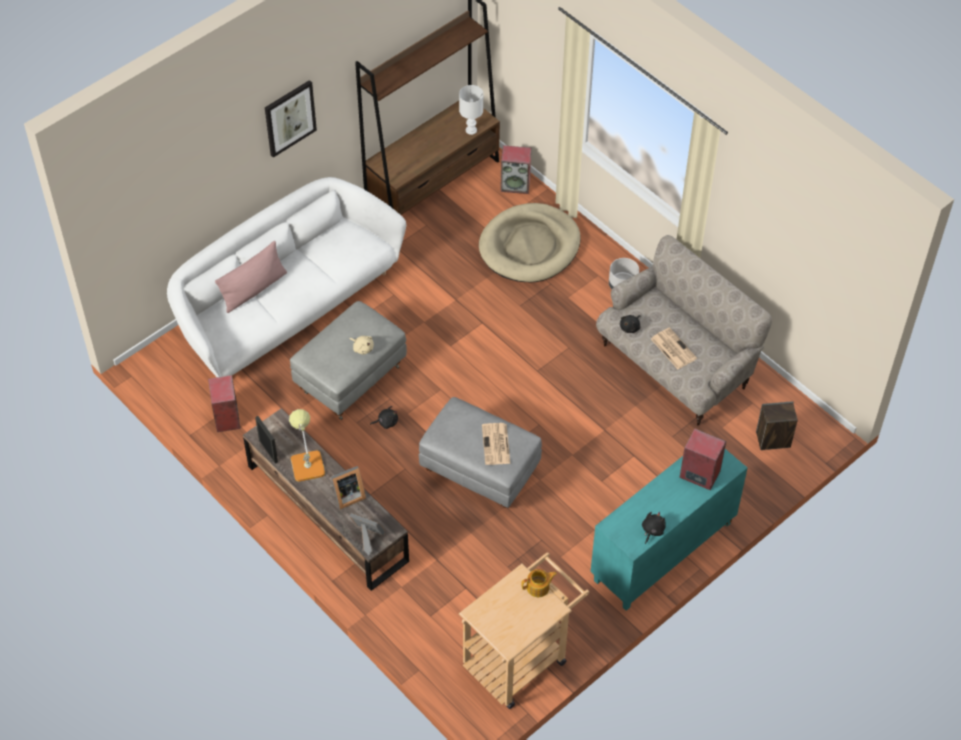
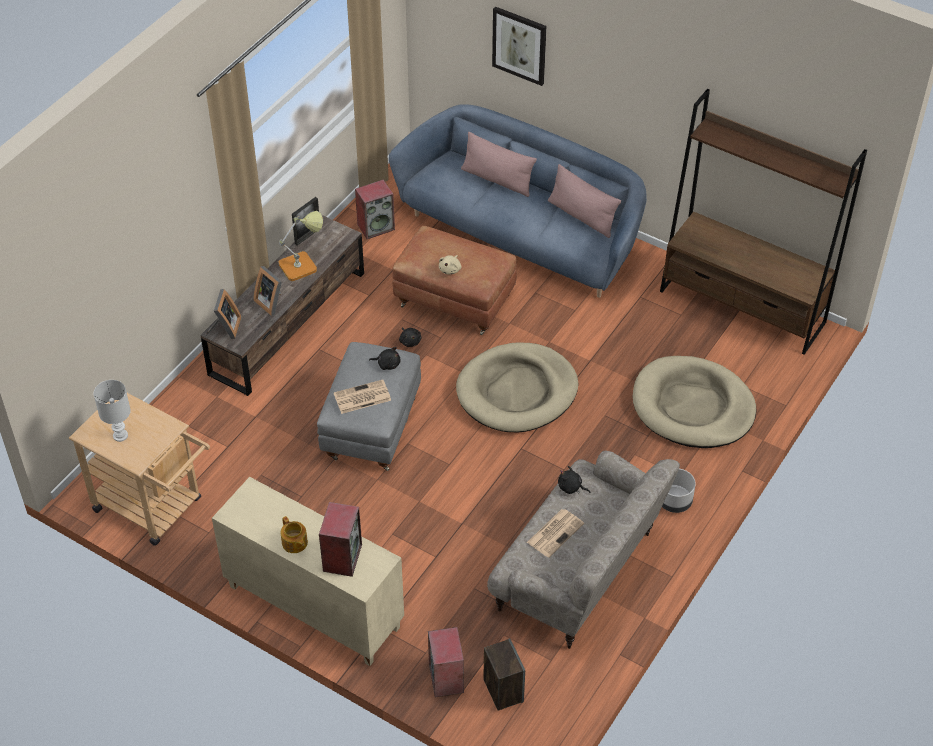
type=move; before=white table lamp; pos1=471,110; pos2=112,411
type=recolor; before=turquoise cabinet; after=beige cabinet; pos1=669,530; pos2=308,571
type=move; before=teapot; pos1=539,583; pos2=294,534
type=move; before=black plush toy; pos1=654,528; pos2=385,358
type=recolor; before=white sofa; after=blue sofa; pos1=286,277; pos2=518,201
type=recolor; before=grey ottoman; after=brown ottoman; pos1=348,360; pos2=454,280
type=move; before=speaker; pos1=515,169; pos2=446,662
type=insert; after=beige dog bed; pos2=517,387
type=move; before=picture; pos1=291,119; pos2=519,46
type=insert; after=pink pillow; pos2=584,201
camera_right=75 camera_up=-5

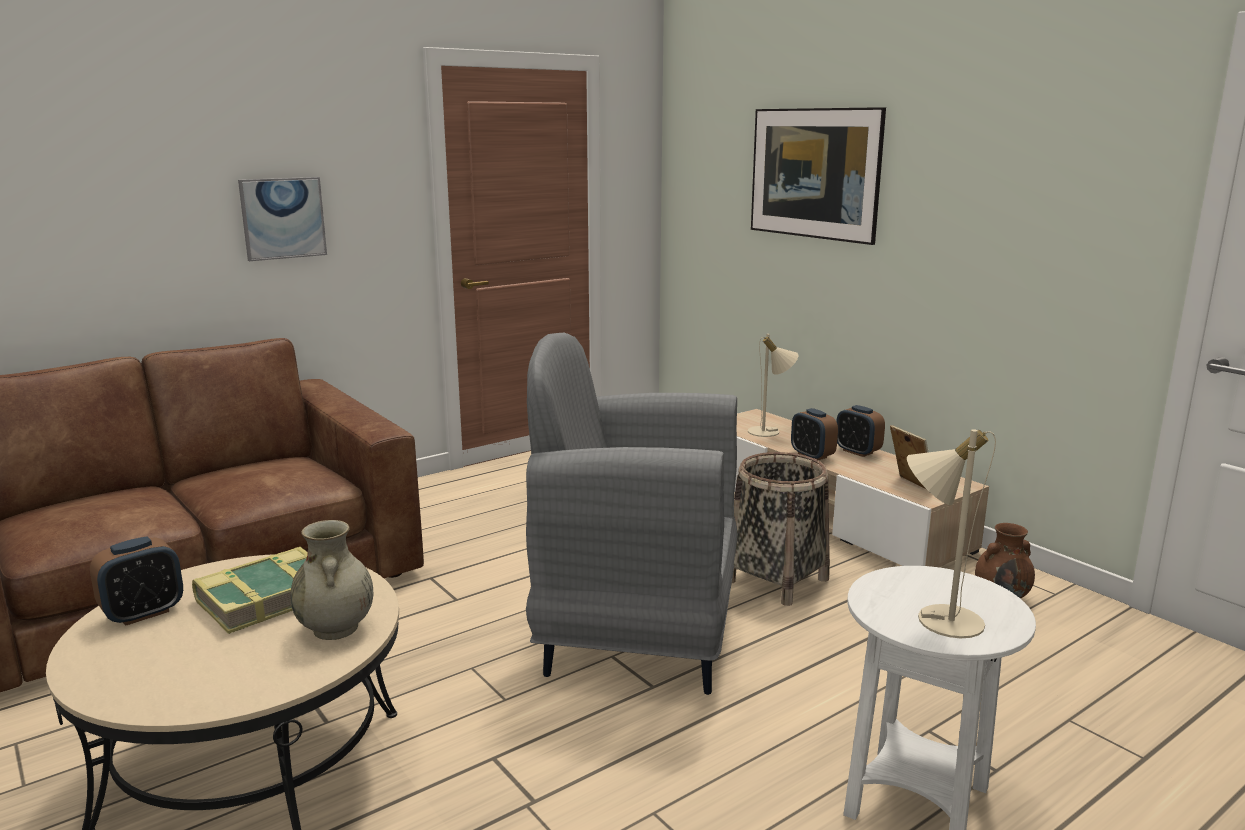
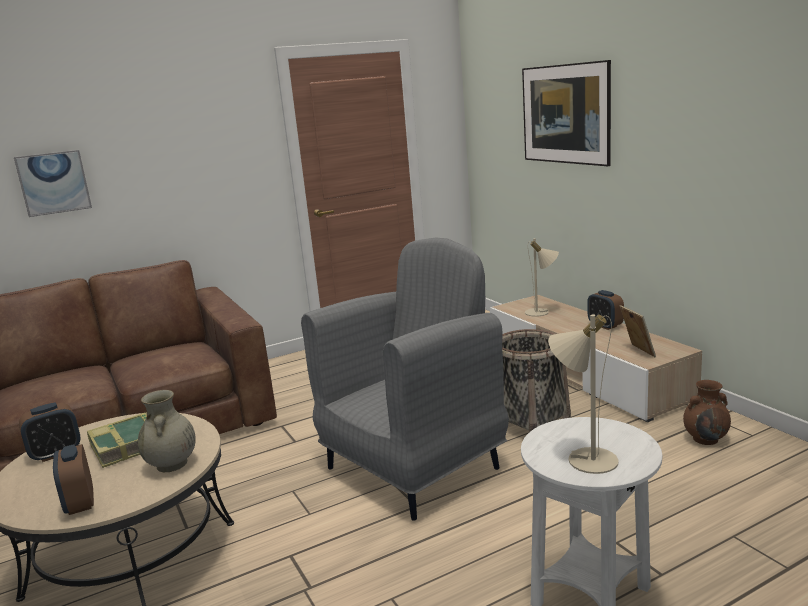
type=move; before=picture; pos1=282,219; pos2=53,183
type=move; before=alarm clock; pos1=814,434; pos2=73,479
type=rotate; before=grey armchair; pos1=632,513; pos2=405,379; turn=120
camera_right=10 camera_up=0

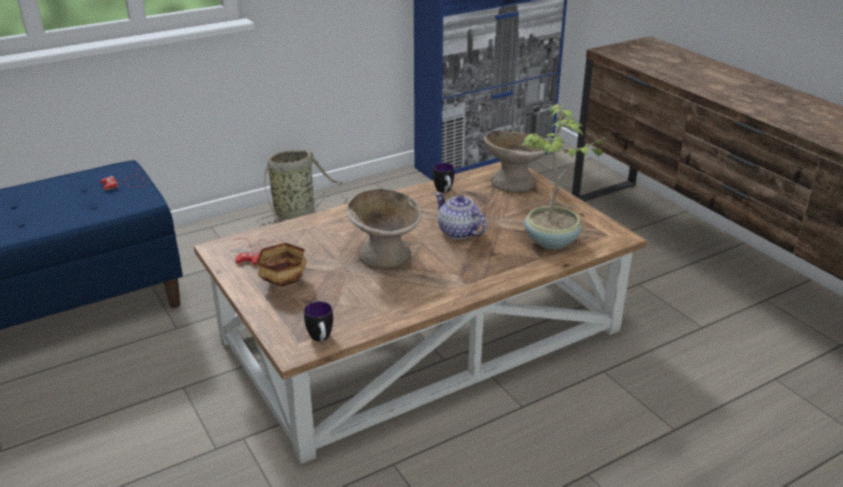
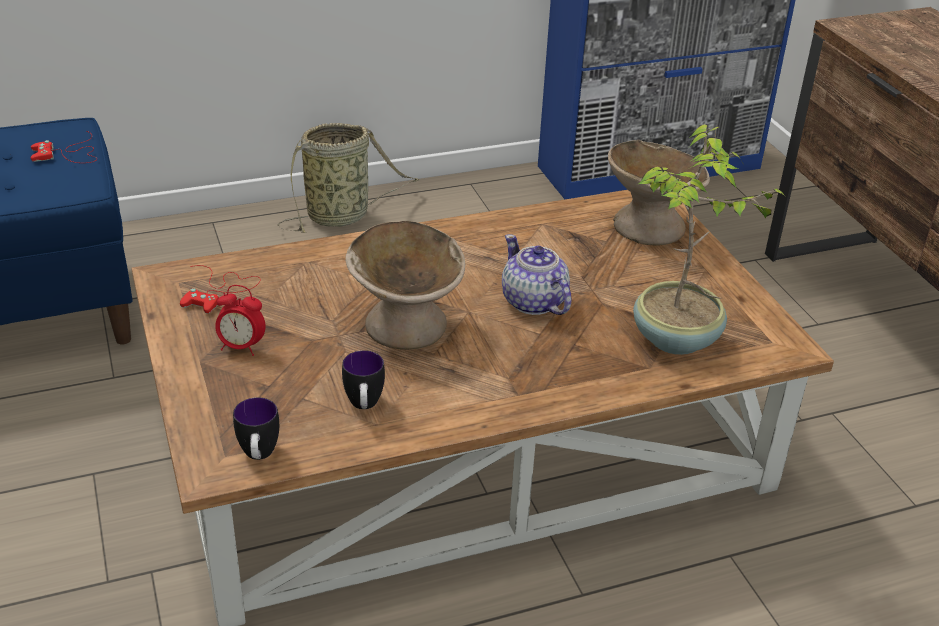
type=replace; before=bowl; after=alarm clock; pos1=281,265; pos2=240,320
type=move; before=mug; pos1=443,178; pos2=363,379
camera_right=10 camera_up=5

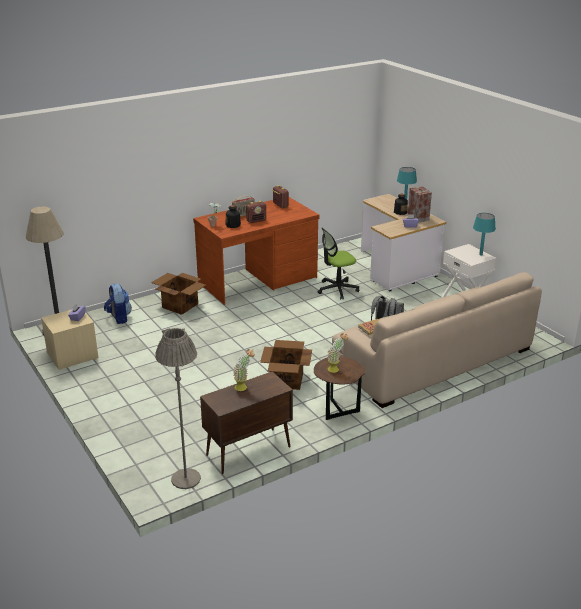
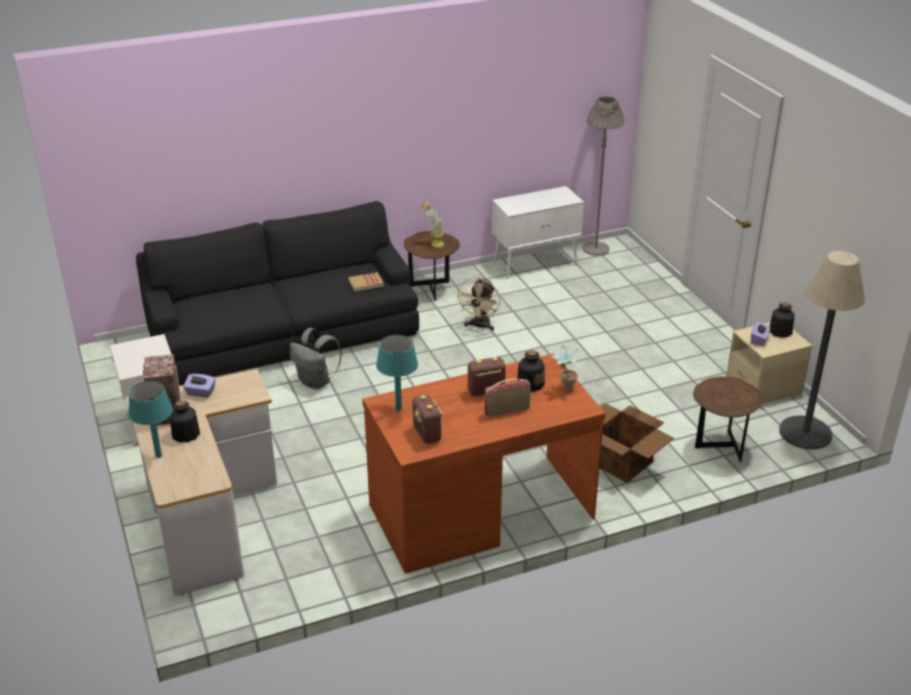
type=recolor; before=beige sofa; after=black sofa; pos1=437,340; pos2=277,293
type=move; before=turquoise table lamp; pos1=484,234; pos2=397,373
type=replace; before=cardboard box; after=beige fan; pos1=286,365; pos2=478,304
type=recolor; before=brown cabinet; after=white cabinet; pos1=246,422; pos2=538,232
type=replace; before=backpack; after=brown side table; pos1=118,303; pos2=728,419
type=insert; after=bottle; pos2=782,319
type=delete; before=potted plant; pos1=244,370
type=delete; before=office chair; pos1=338,263
camera_right=-170 camera_up=5

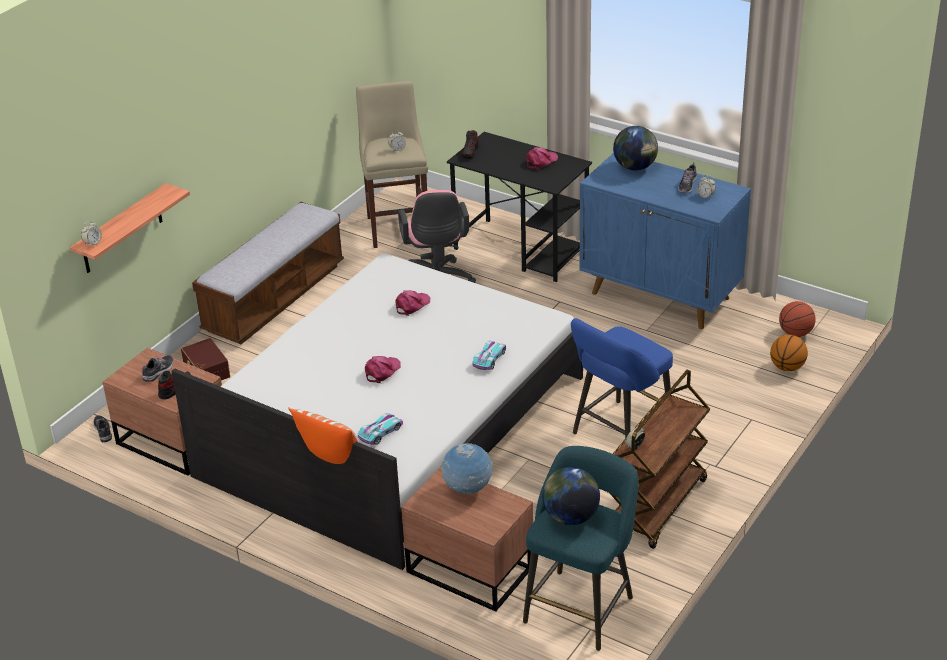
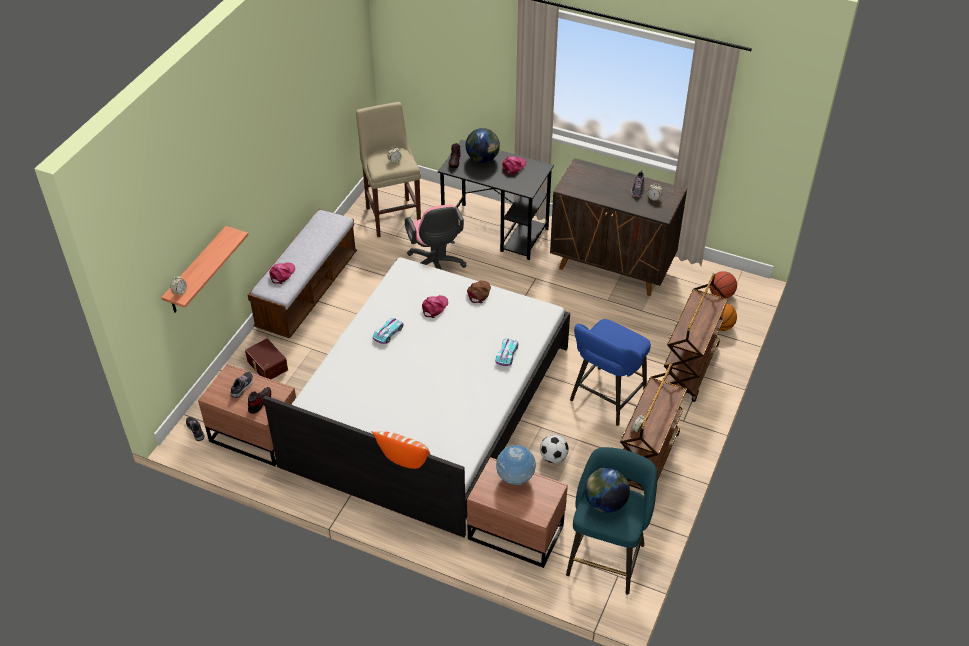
type=move; before=pink cap; pos1=383,369; pos2=282,273
type=move; before=toy car; pos1=380,429; pos2=388,331
type=move; before=globe; pos1=635,148; pos2=483,145
type=insert; after=brown cap; pos2=479,292
type=insert; after=football; pos2=554,449
type=recolor; before=blue cabinet; after=brown cabinet; pos1=665,241; pos2=618,227
type=insert; after=brown cart; pos2=696,338
camera_right=-10 camera_up=10

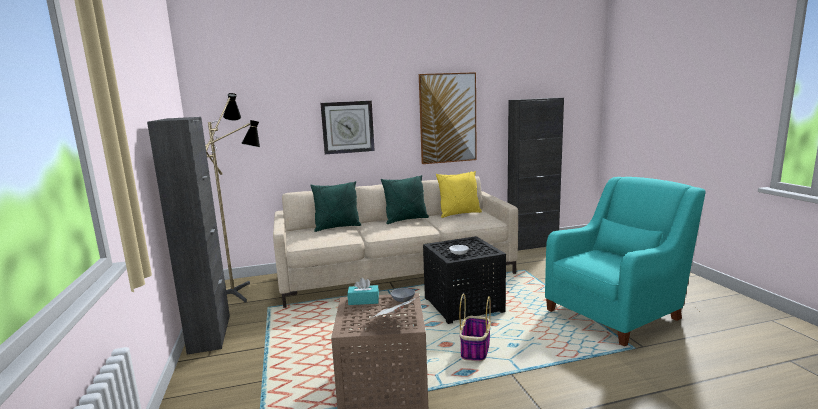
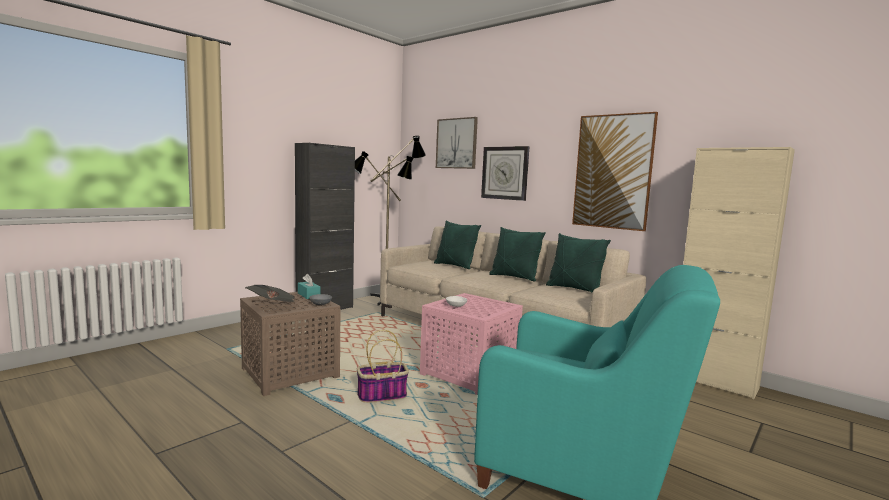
type=recolor; before=black side table; after=pink side table; pos1=464,280; pos2=471,344
type=insert; after=picture; pos2=457,143
type=recolor; before=yellow pillow; after=green pillow; pos1=459,194; pos2=578,263
type=recolor; before=black cabinet; after=beige cabinet; pos1=535,174; pos2=739,273
camera_right=55 camera_up=-5

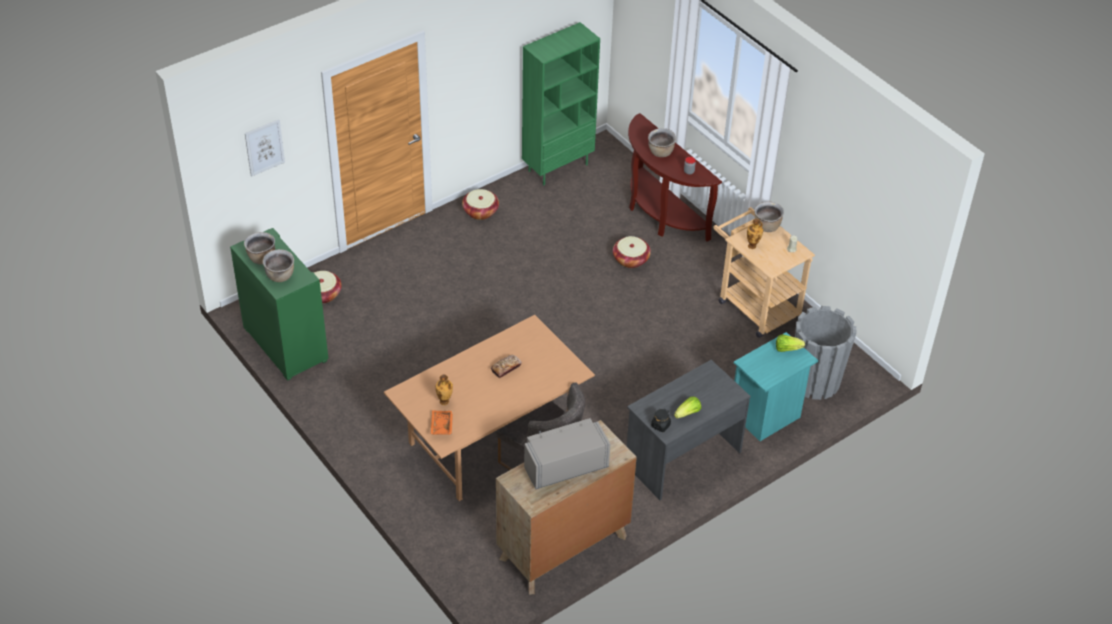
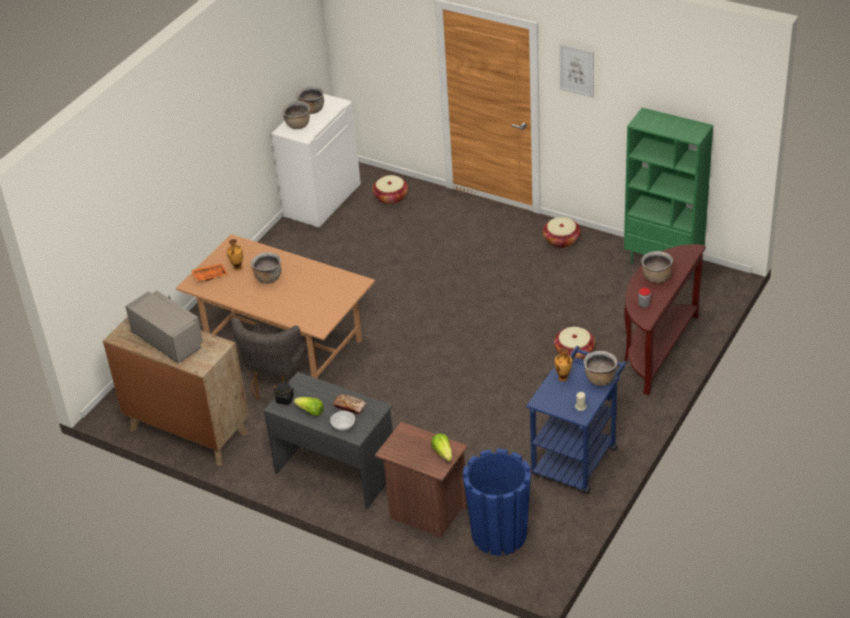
type=insert; after=brown cooking pot; pos2=266,268
type=recolor; before=green cabinet; after=white cabinet; pos1=279,304; pos2=316,161
type=insert; after=bowl; pos2=342,421
type=move; before=bread; pos1=506,366; pos2=349,404
type=recolor; before=turquoise nightstand; after=brown nightstand; pos1=776,386; pos2=421,480
type=recolor; before=grey planter; after=blue planter; pos1=826,353; pos2=497,502
type=recolor; before=beige cart; after=blue cart; pos1=764,272; pos2=576,420
type=move; before=picture; pos1=265,148; pos2=576,70
camera_right=70 camera_up=-5

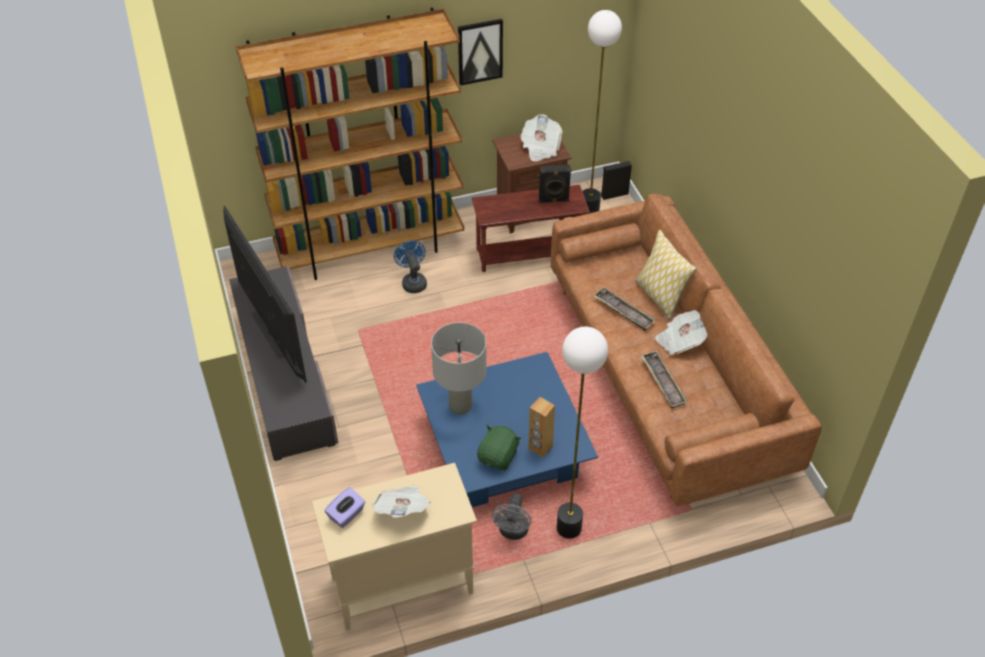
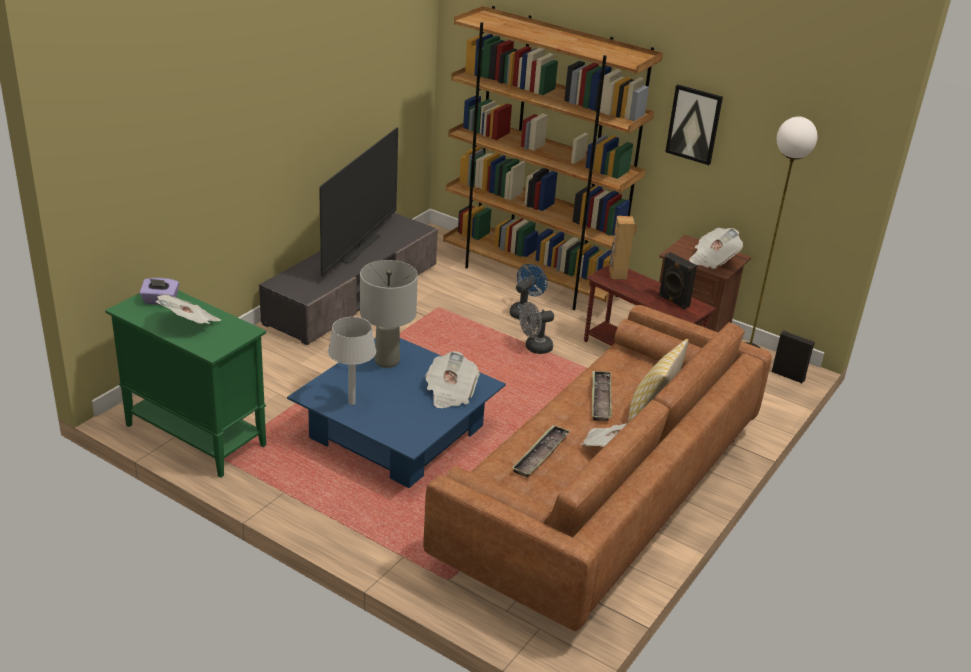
type=recolor; before=beige cabinet; after=green cabinet; pos1=394,547; pos2=185,384
type=replace; before=green plush toy; after=grey table lamp; pos1=499,447; pos2=352,361
type=insert; after=newspaper; pos2=452,379
type=move; before=grey fan; pos1=511,516; pos2=536,328
type=move; before=brown speaker; pos1=541,427; pos2=622,248
type=delete; before=floor lamp; pos1=582,433
camera_right=50 camera_up=-15

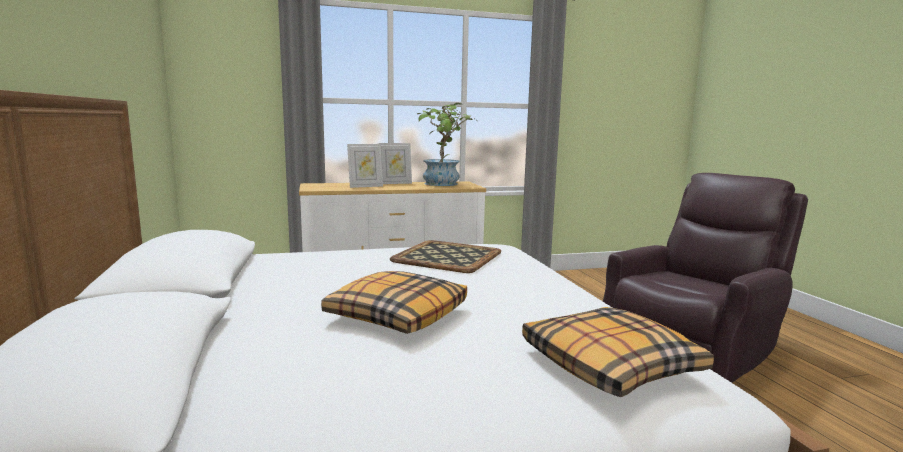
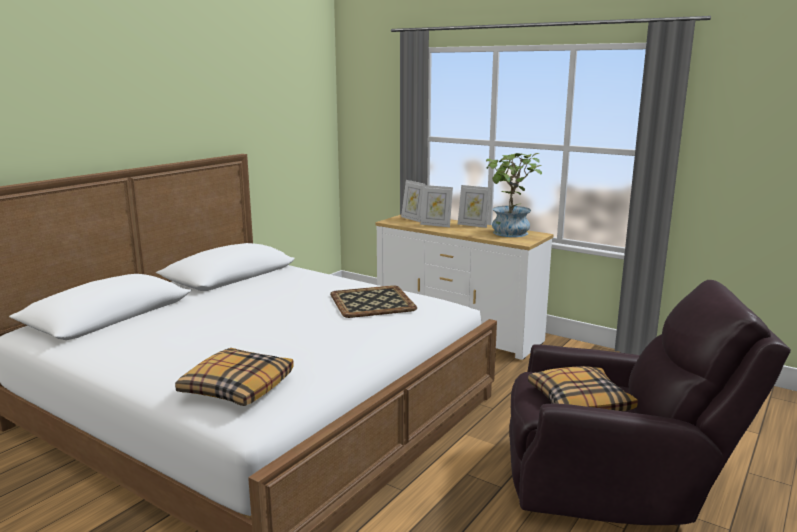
type=insert; after=picture frame; pos2=413,201
type=move; before=pillow; pos1=394,302; pos2=583,388
camera_right=50 camera_up=5

